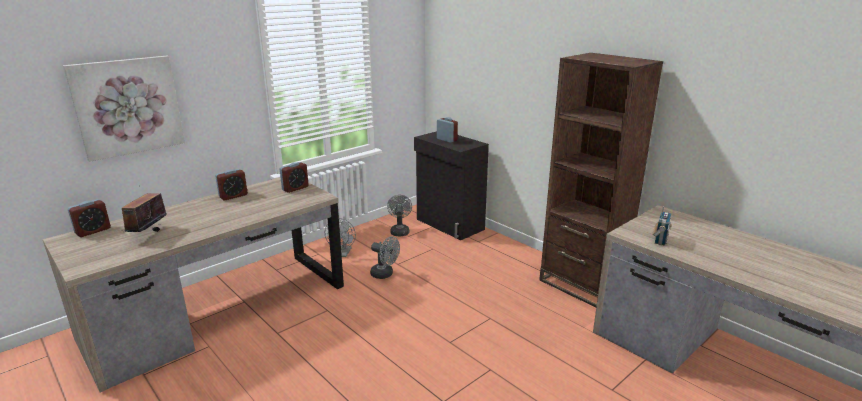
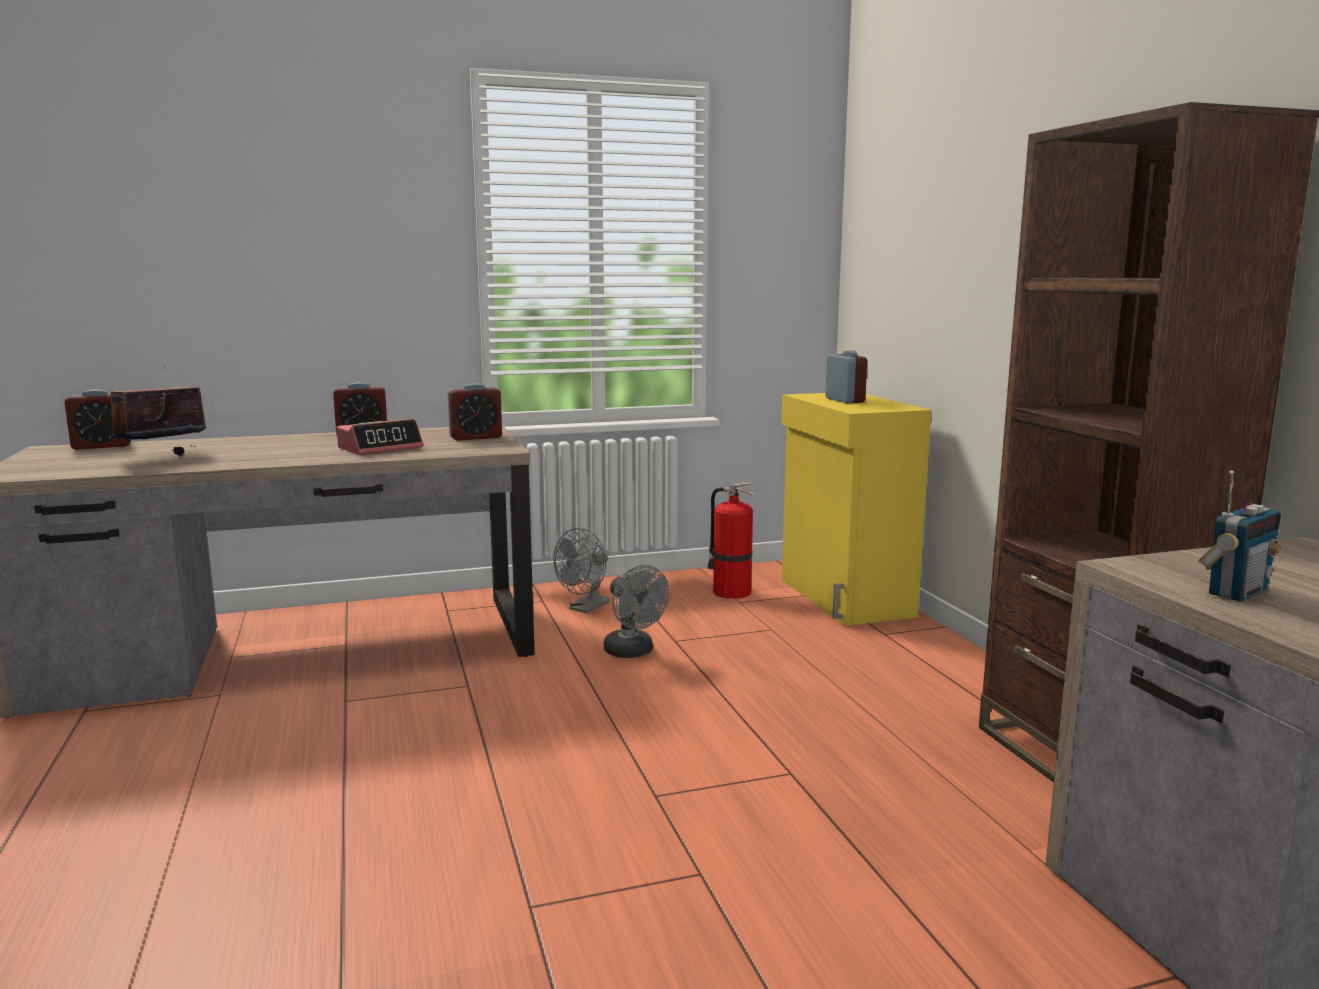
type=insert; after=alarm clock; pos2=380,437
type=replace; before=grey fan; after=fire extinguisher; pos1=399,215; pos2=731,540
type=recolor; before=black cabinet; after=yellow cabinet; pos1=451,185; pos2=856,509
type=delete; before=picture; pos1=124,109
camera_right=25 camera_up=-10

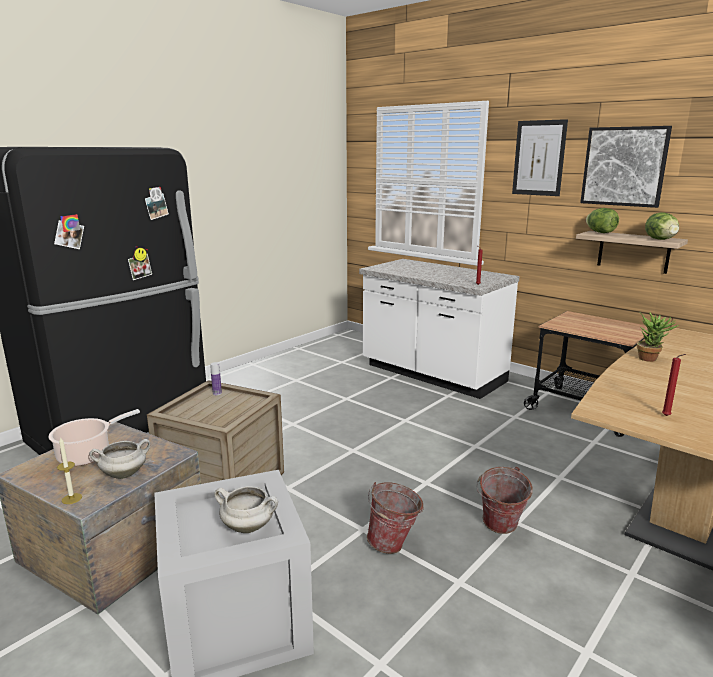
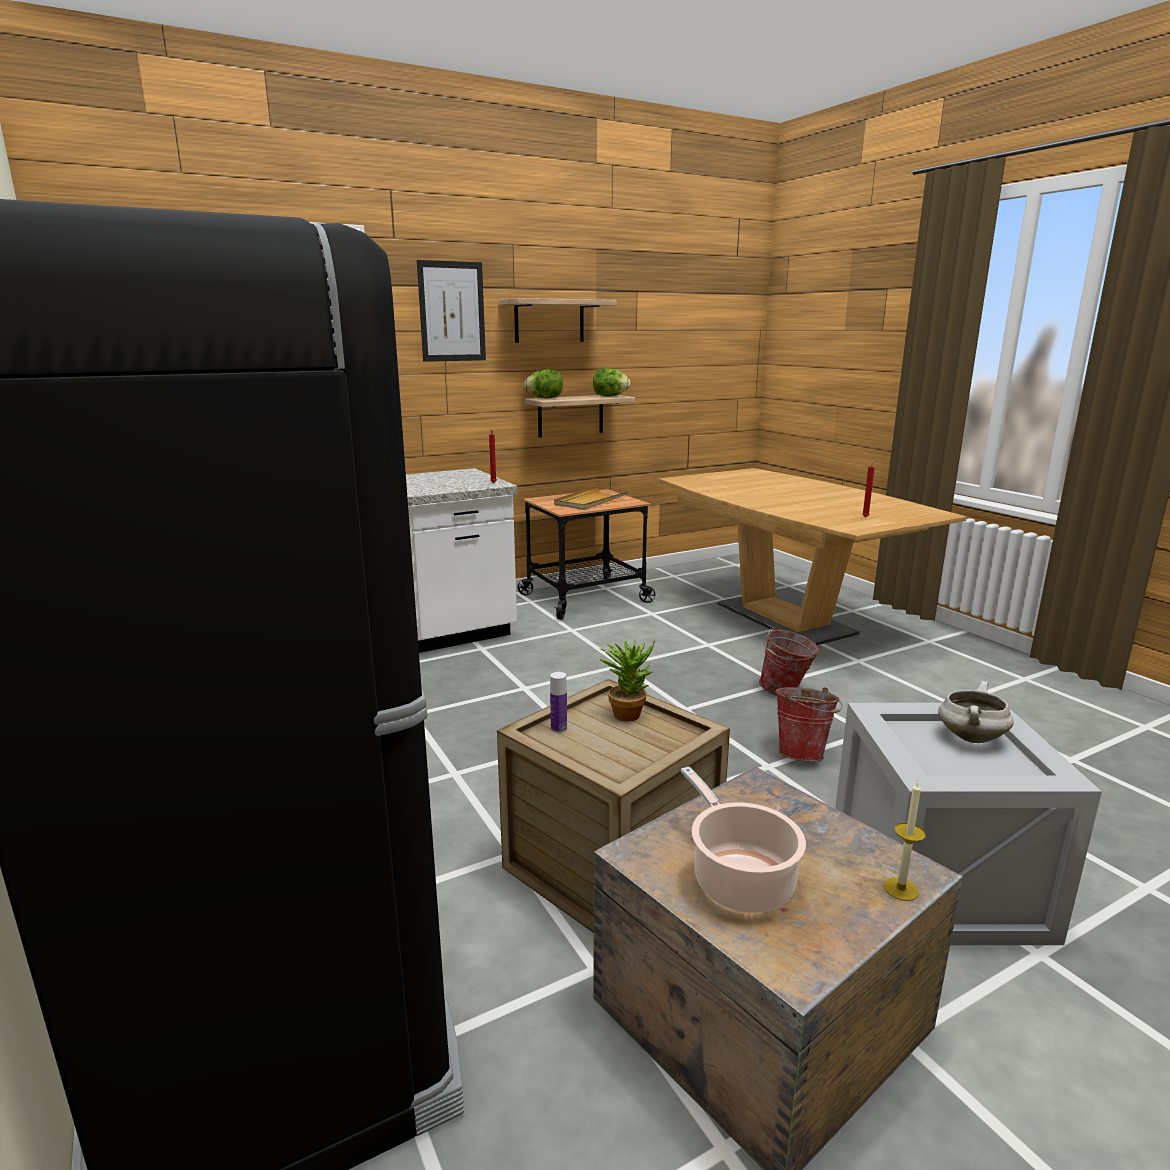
type=replace; before=picture; after=shelf; pos1=626,167; pos2=558,320
type=insert; after=beige tray; pos2=591,498
type=move; before=potted plant; pos1=658,337; pos2=626,681
type=delete; before=white cooking pot; pos1=120,459
camera_right=-70 camera_up=0

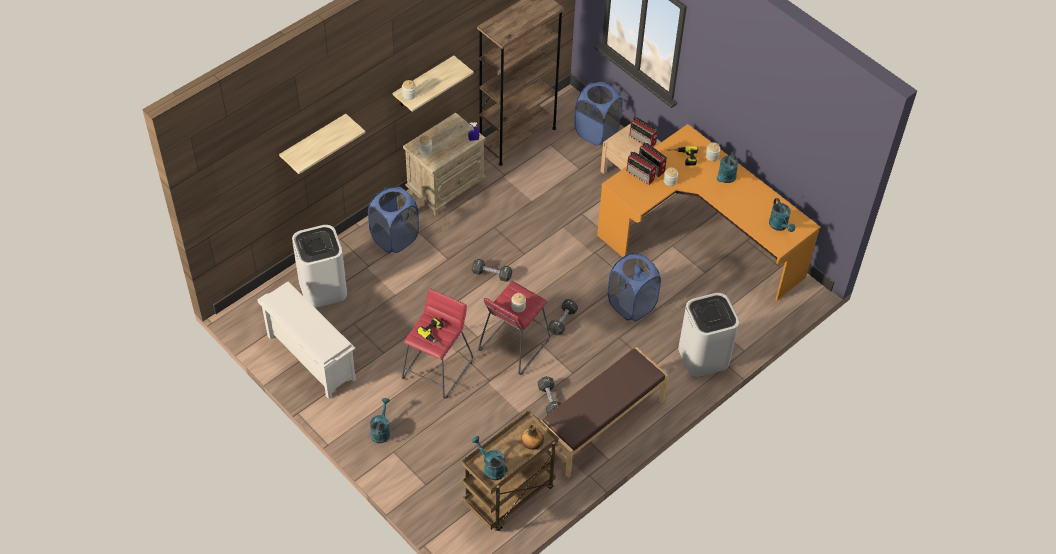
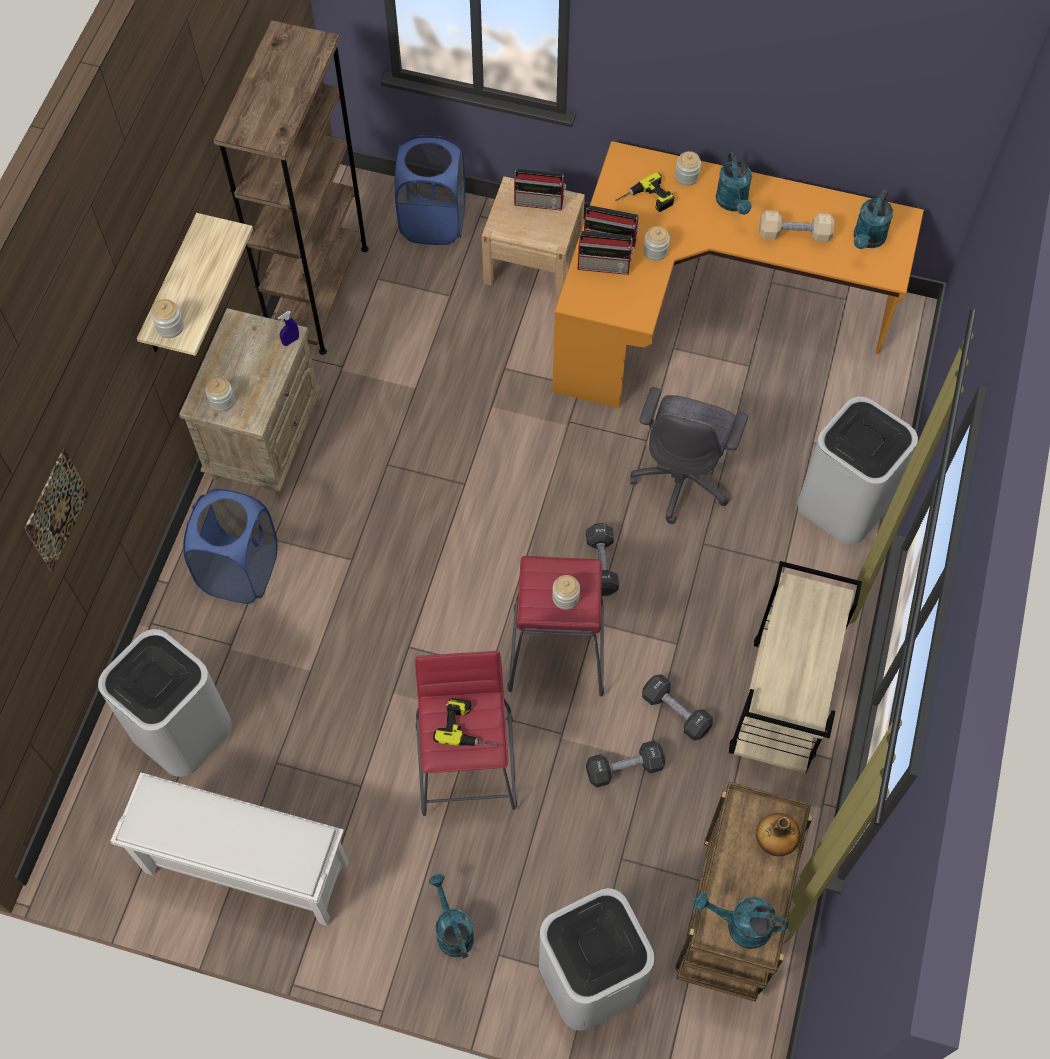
type=replace; before=shelf; after=picture; pos1=322,144; pos2=56,509
type=insert; after=white trash can; pos2=596,959
type=move; before=black dumbbell; pos1=492,270; pos2=625,763
type=replace; before=blue laundry basket; after=grey office chair; pos1=634,287; pos2=689,455
type=replace; before=brown bench; after=beige cart; pos1=604,412; pos2=795,667
type=insert; after=beige dumbbell; pos2=796,226
type=rotate; before=turquoise watering can; pos1=782,215; pos2=873,219; turn=75
camera_right=-30 camera_up=10

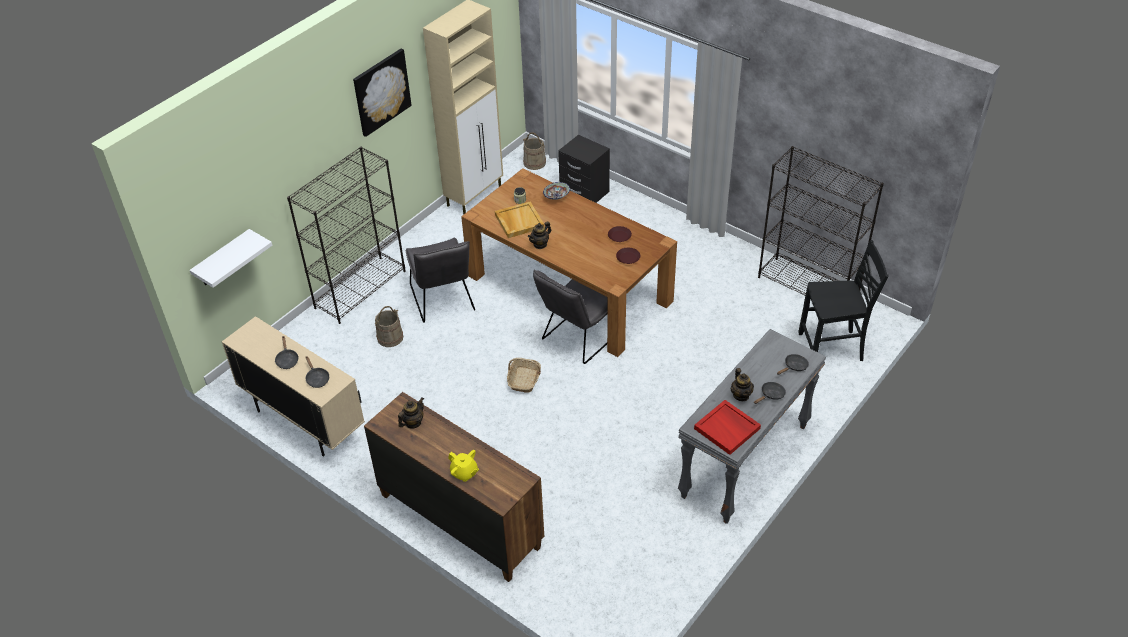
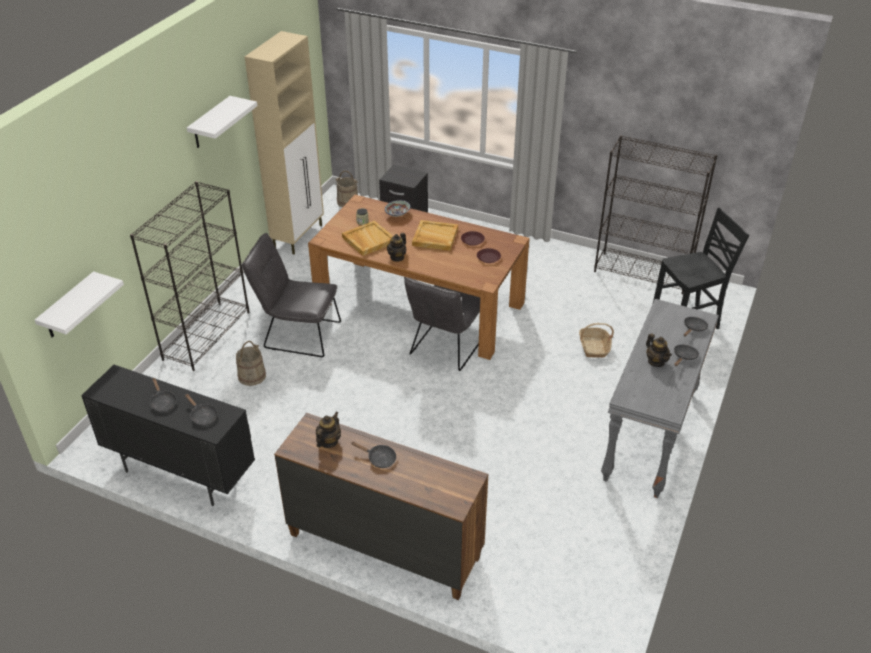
type=recolor; before=beige cabinet; after=black cabinet; pos1=293,386; pos2=168,435
type=replace; before=picture; after=white shelf; pos1=382,92; pos2=222,122
type=rotate; before=grey chair; pos1=440,280; pos2=291,295; turn=135
type=insert; after=black frying pan; pos2=373,454
type=insert; after=beige tray; pos2=435,235
type=move; before=basket; pos1=524,375; pos2=596,340
type=delete; before=yellow teapot; pos1=463,466
type=delete; before=red tray; pos1=727,427
camera_right=-15 camera_up=-5

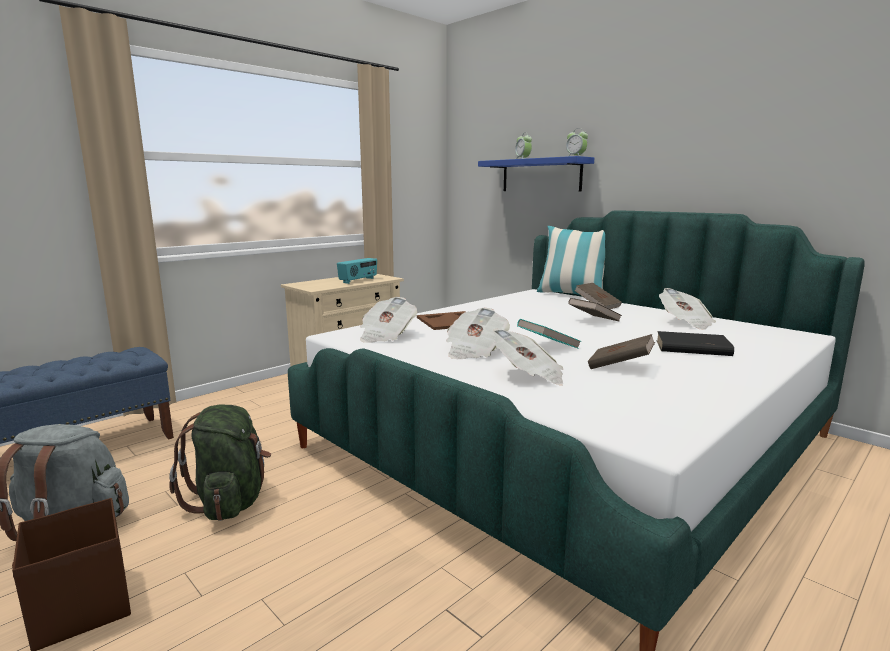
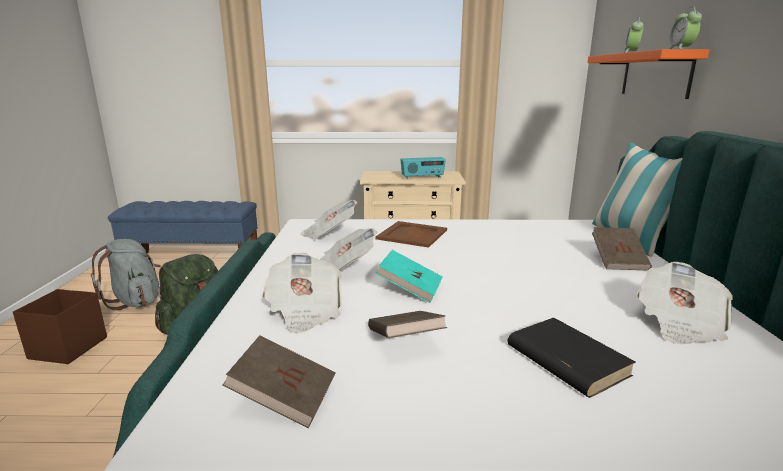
type=move; before=brown book; pos1=595,310; pos2=278,381
type=recolor; before=blue shelf; after=orange shelf; pos1=536,173; pos2=648,74
camera_right=45 camera_up=5

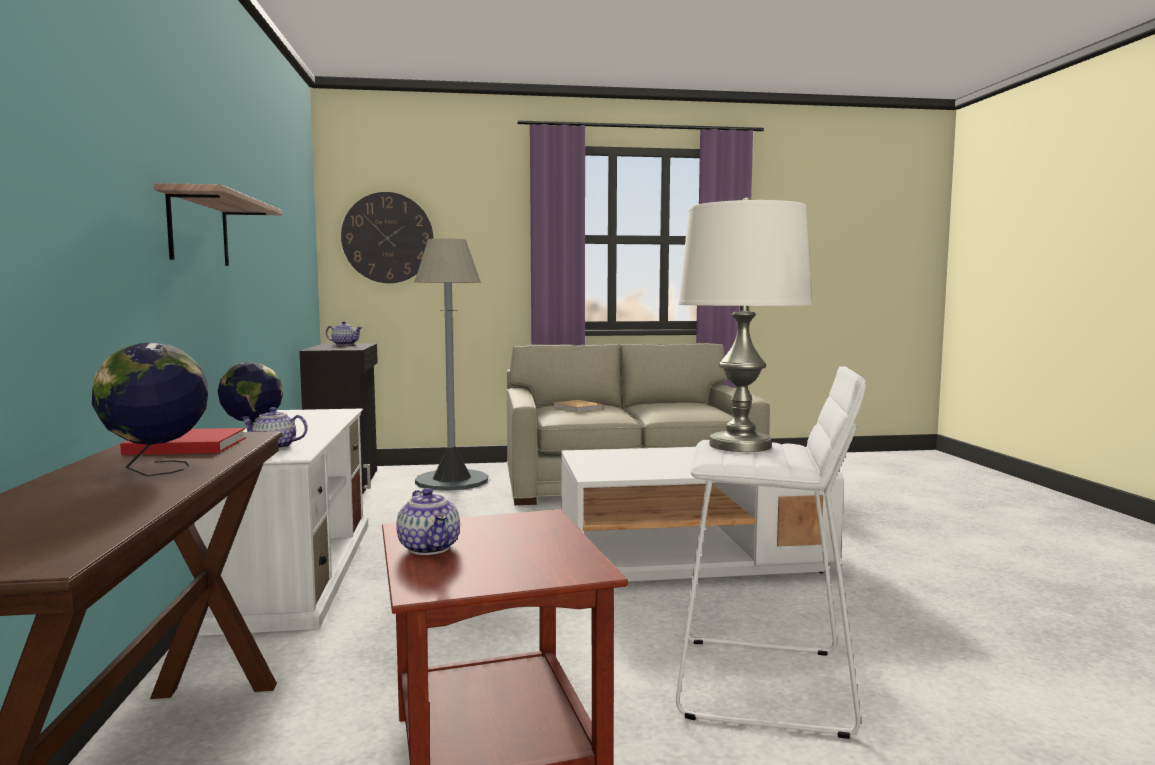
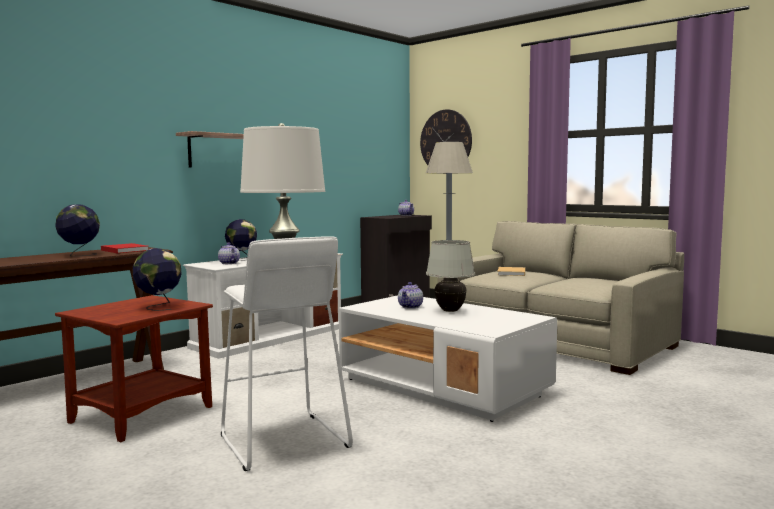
type=insert; after=globe; pos2=157,279
type=move; before=teapot; pos1=428,521; pos2=410,295
type=insert; after=white table lamp; pos2=450,276
camera_right=50 camera_up=0

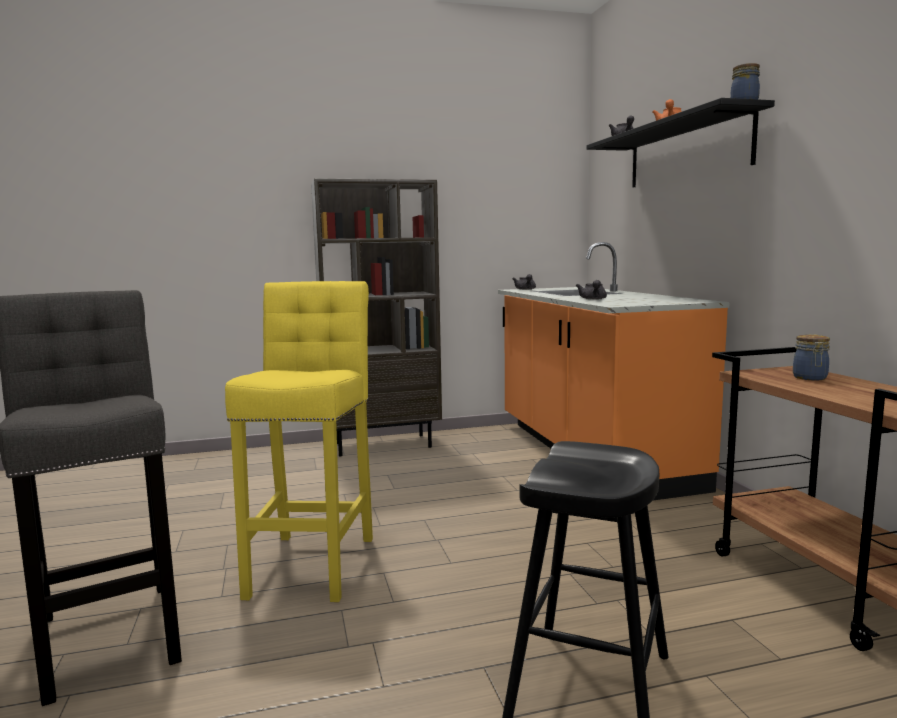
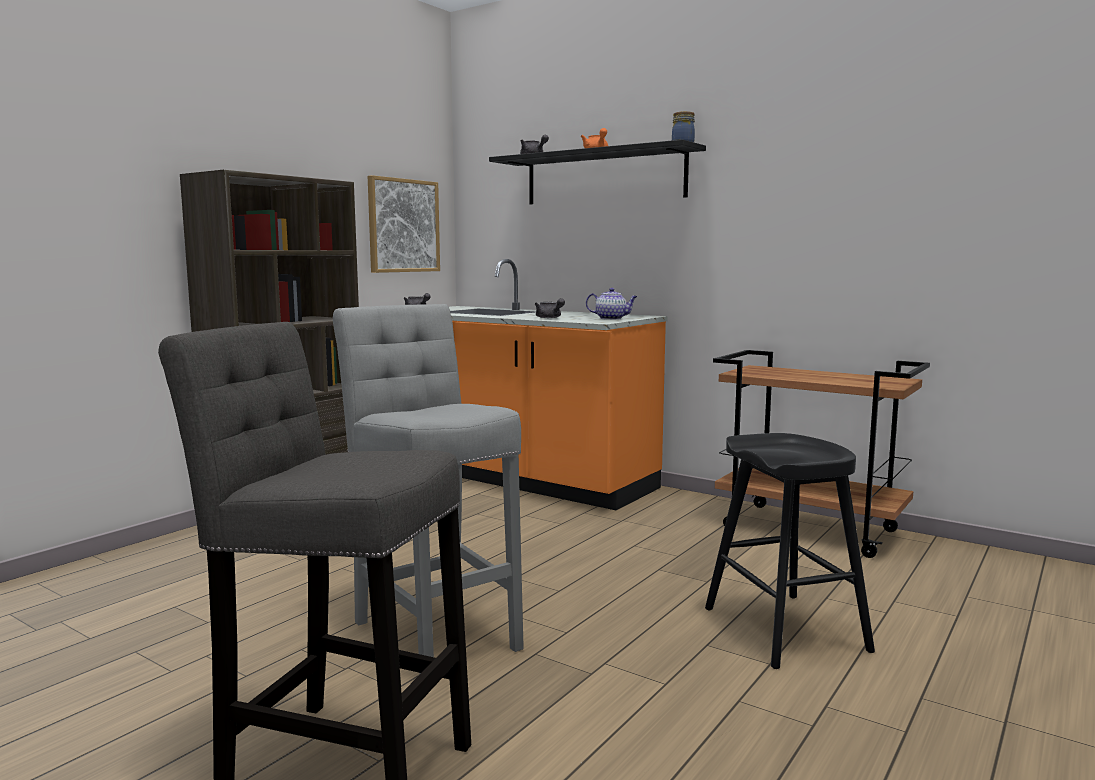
type=recolor; before=yellow stool; after=grey stool; pos1=299,441; pos2=428,489
type=insert; after=picture; pos2=404,224
type=insert; after=teapot; pos2=612,304
type=delete; before=jar; pos1=811,357
camera_right=-40 camera_up=0

